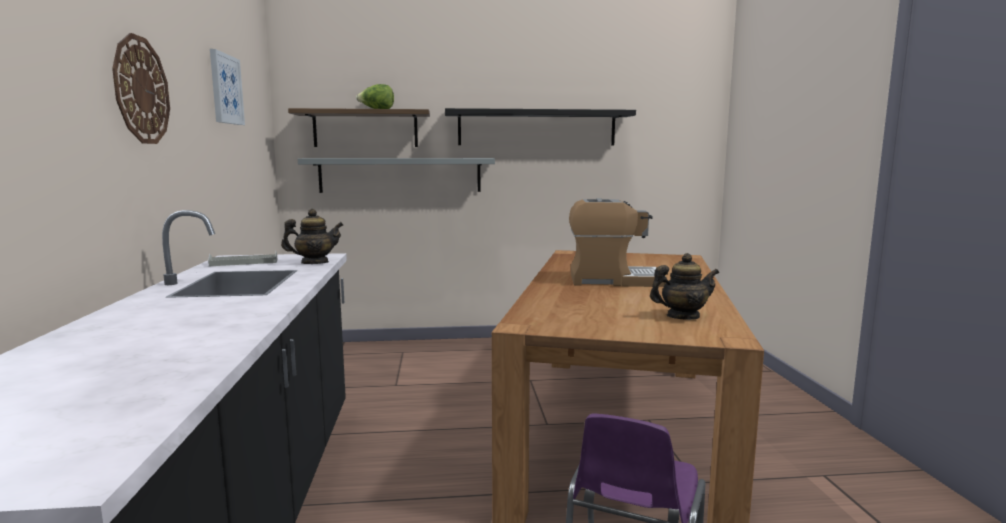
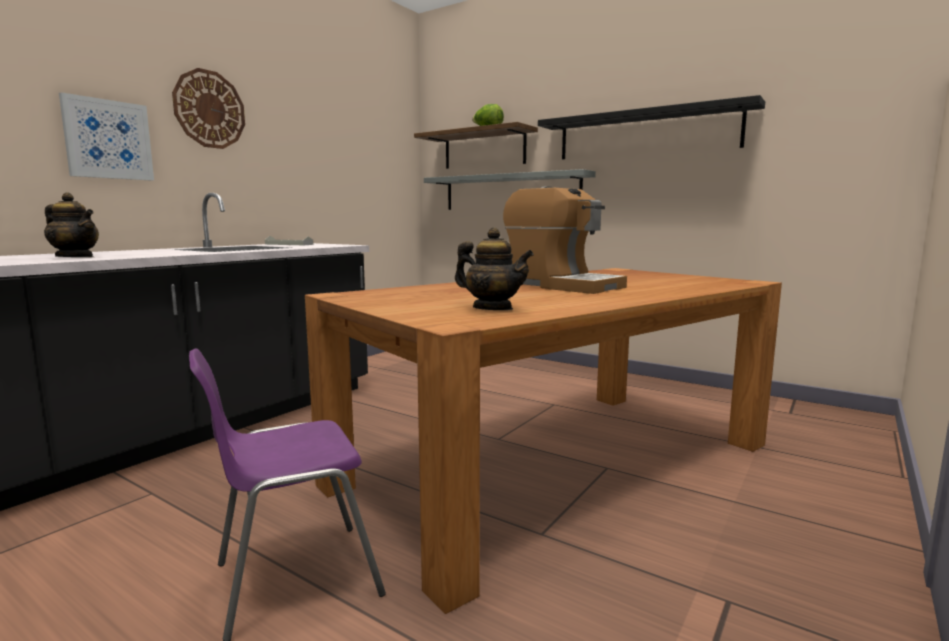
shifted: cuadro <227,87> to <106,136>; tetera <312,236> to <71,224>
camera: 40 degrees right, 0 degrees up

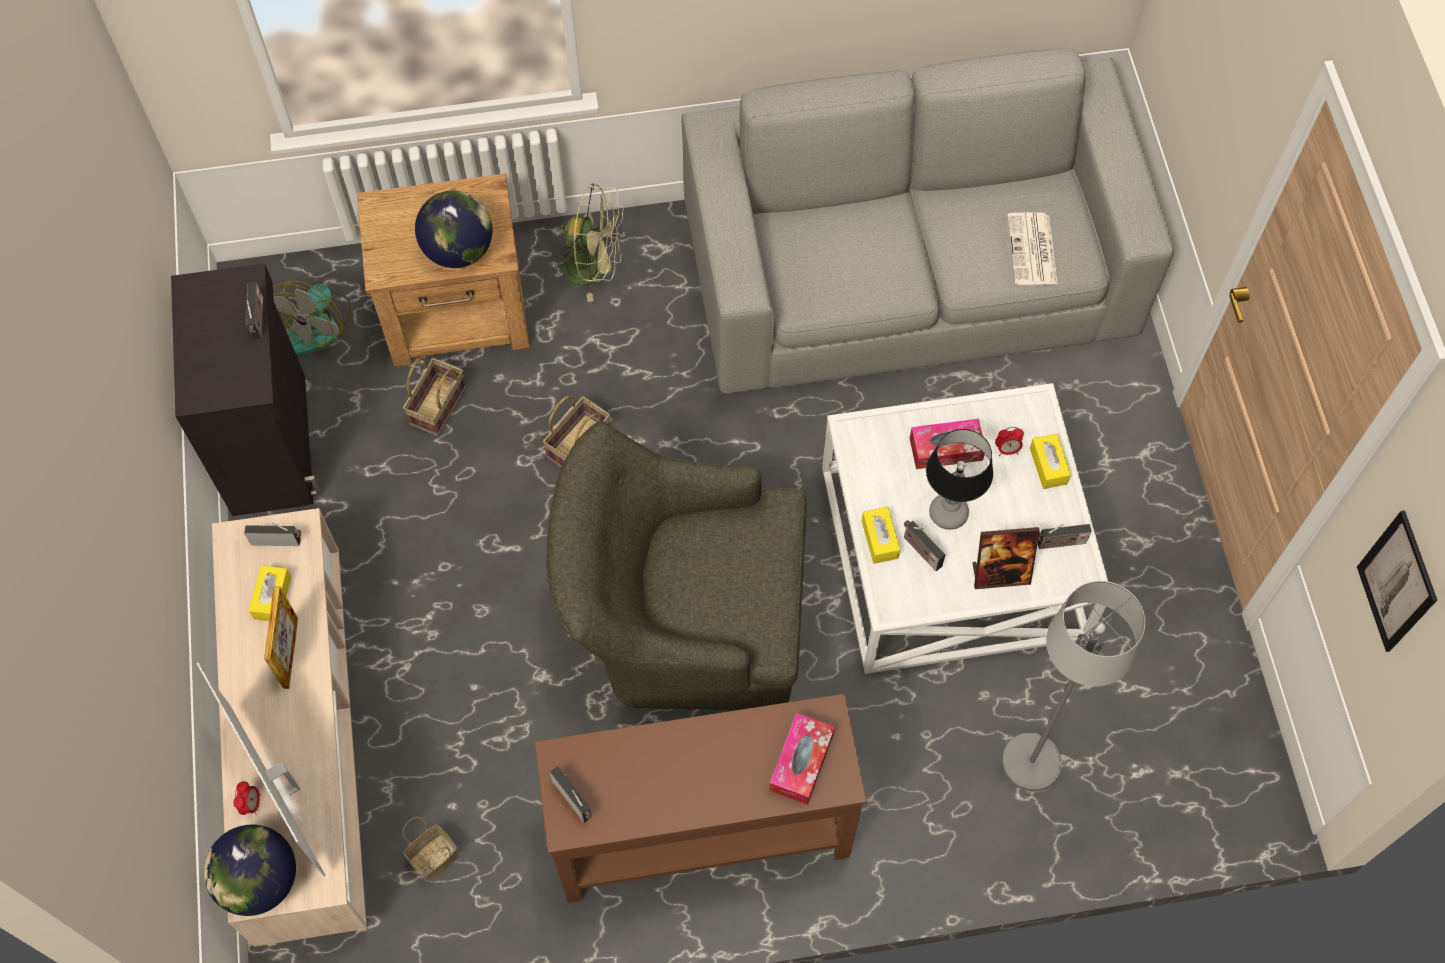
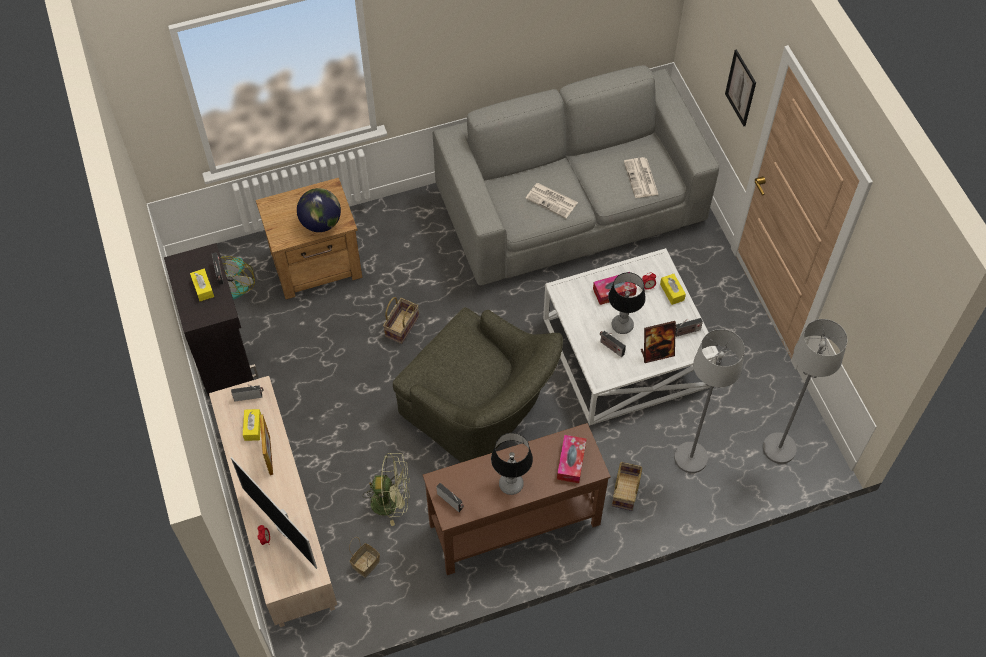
gone: globo terráqueo <250,870>
new: lámpara de mesa <512,464>; periódico <551,200>; lámpara de pie [gris] <805,391>
shifted: cesta <434,397> to <627,486>; ventilador [verde] <589,243> to <386,489>; caja de pañuelos [amarillo] <881,535> to <202,285>; cuadro <1397,581> to <740,87>
rotated: sillón [verde] <676,566> = <478,384> 135 degrees counterclockwise
camera: 10 degrees left, 5 degrees down

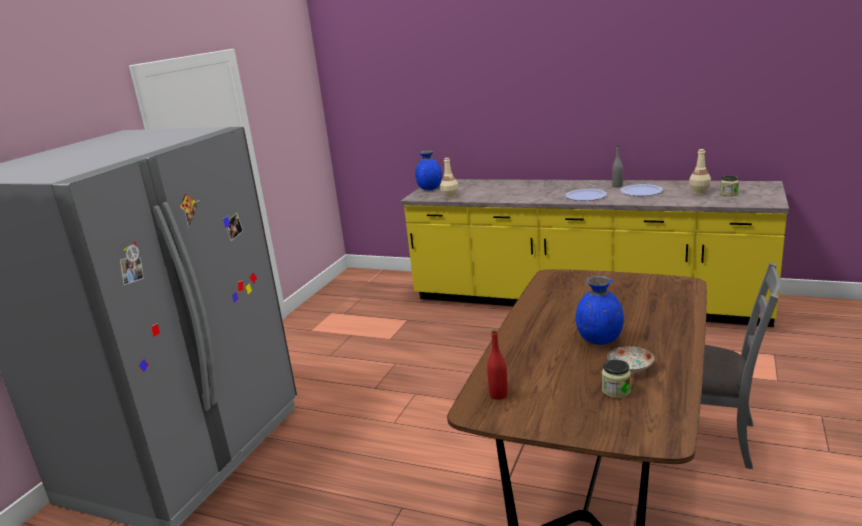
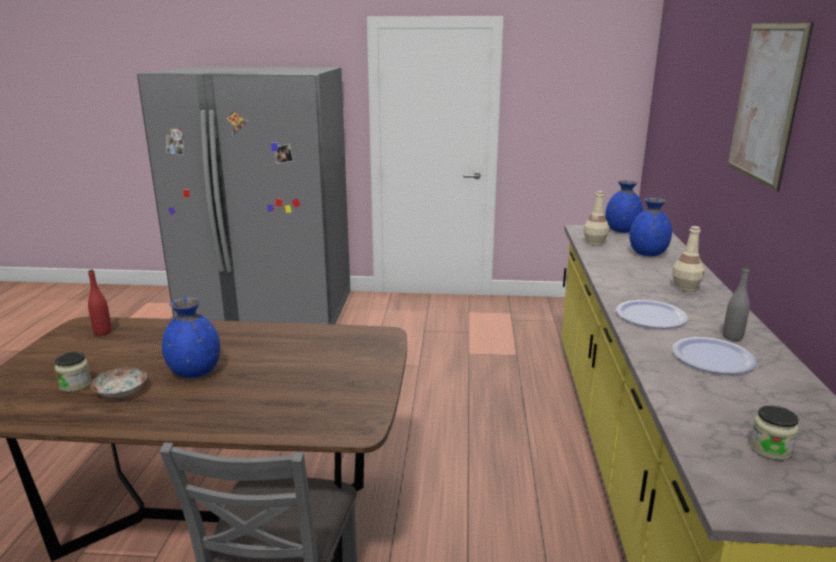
new: florero [azul] <651,227>; cuadro <771,107>
shifted: botella [beis] <700,171> to <688,258>
camera: 70 degrees right, 0 degrees up

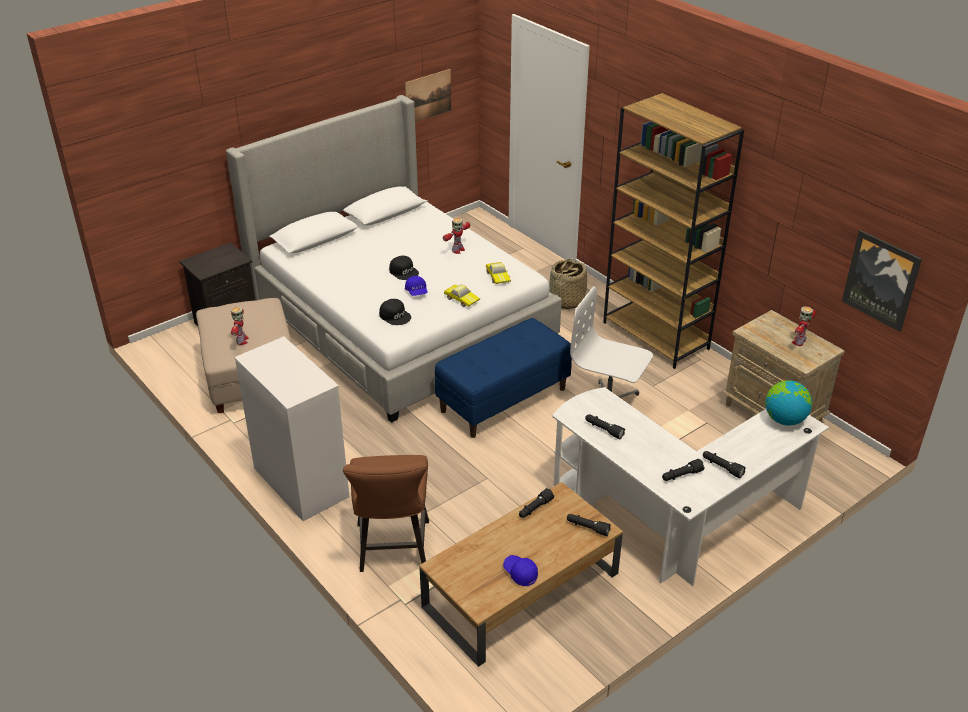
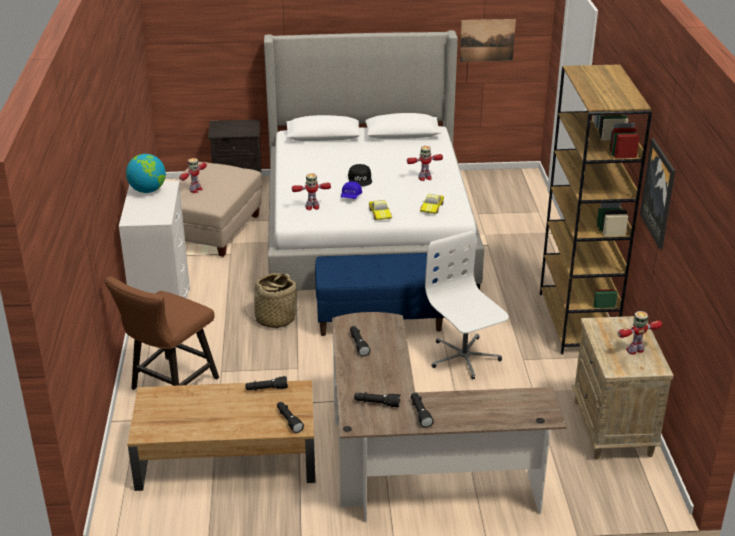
gone: gorra [azul] <520,570>
shifted: cesta <568,283> to <272,300>; globo terráqueo <788,403> to <146,173>; cuadro <882,281> to <657,194>
swapped: gorra [negro] <395,312> to robot de juguete <311,191>
repainted: escritorio [blanco] <690,486> to escritorio [marrón] <449,417>
camera: 35 degrees right, 5 degrees down

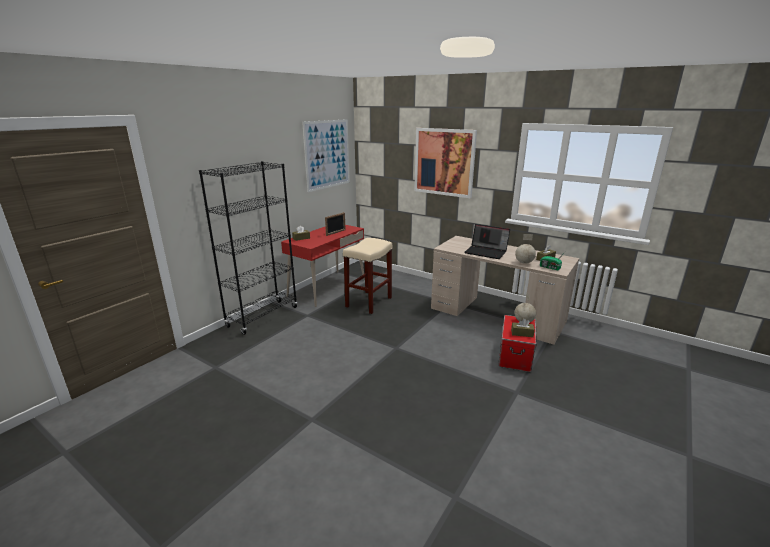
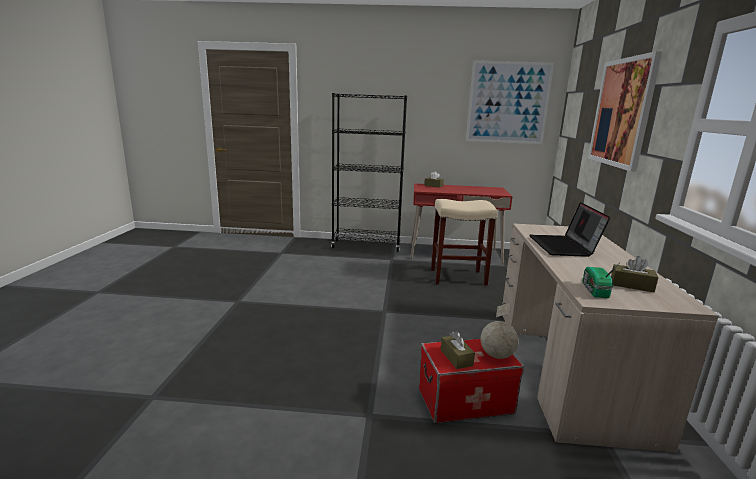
gone: portarretratos <335,224>; globo terráqueo <525,249>
camera: 60 degrees right, 5 degrees down

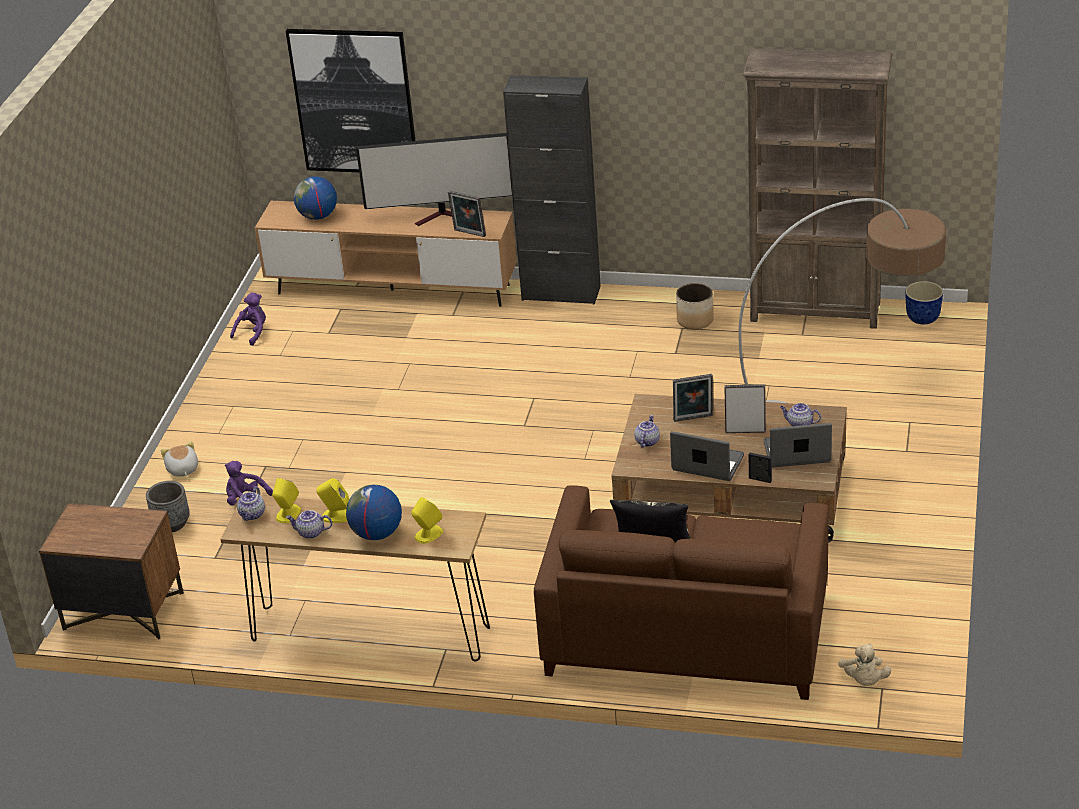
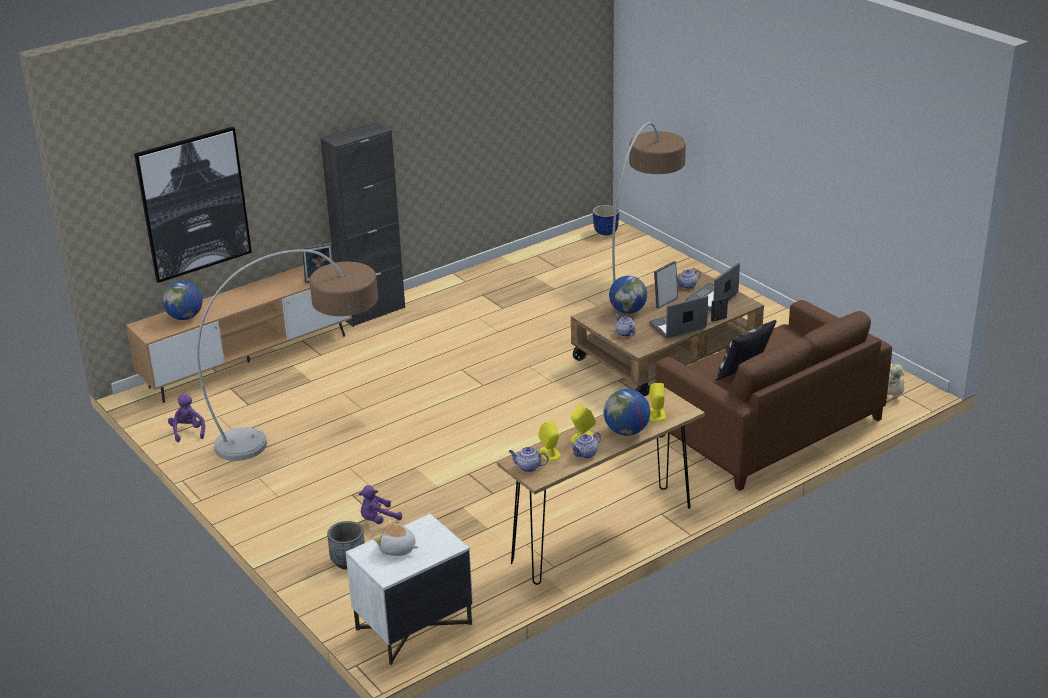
gone: televisor <434,179>; maceta <694,306>; estantería [marrón] <817,188>
new: lámpara de pie <287,355>
shifted: peluche <179,459> to <396,537>
swapped: portarretratos <693,398> to globo terráqueo <628,295>
repainted: mesita de noche [marrón] <111,571> to mesita de noche [blanco] <409,589>
rotated: tetera <251,504> = <528,459> 135 degrees clockwise
camera: 50 degrees left, 5 degrees down

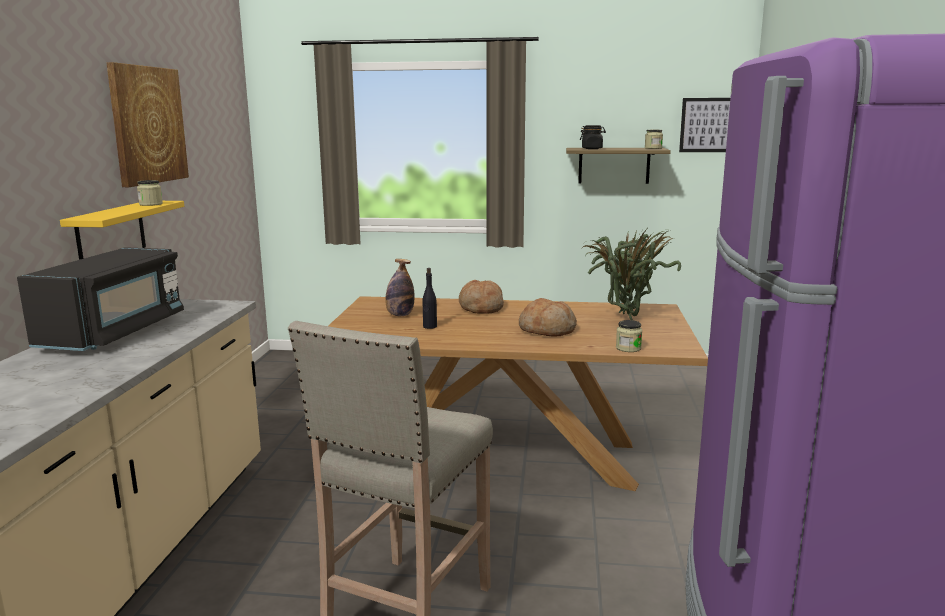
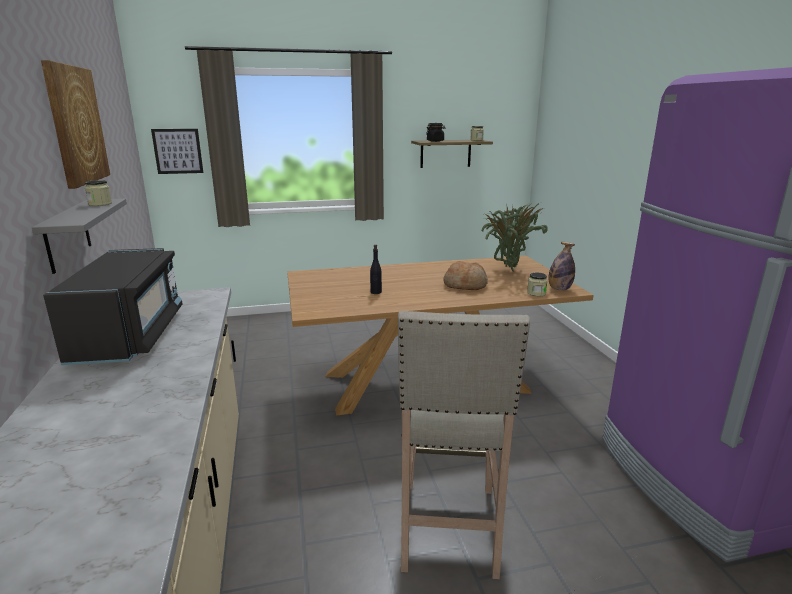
gone: pan <481,297>
shifted: botella <399,287> to <561,266>; cuadro <704,125> to <177,151>
repainted: estante [amarillo] <122,230> to estante [gris] <79,236>
camera: 20 degrees left, 5 degrees up

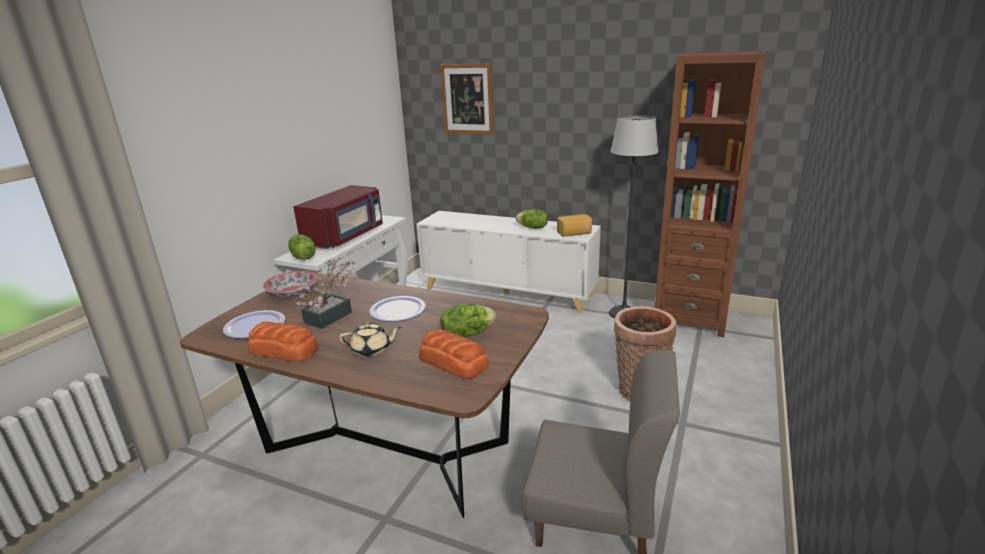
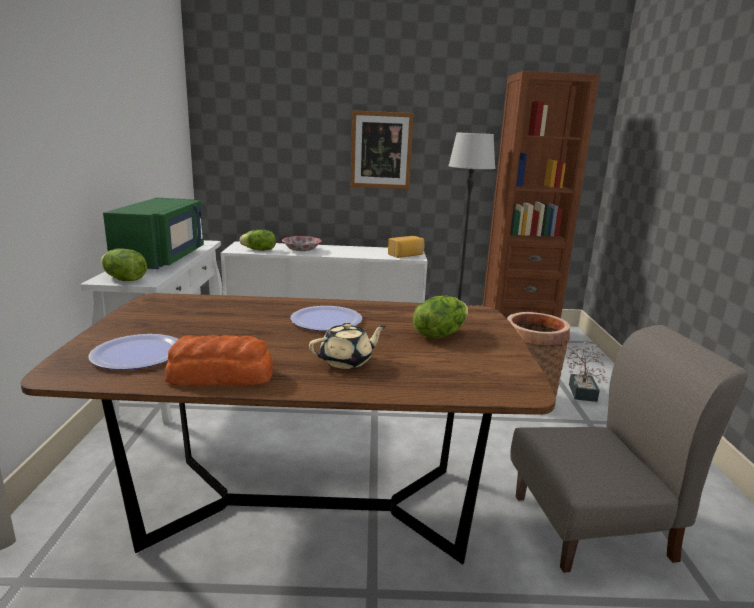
gone: pan <454,354>
shifted: cuenco <290,284> to <302,243>; planta en maceta <327,292> to <587,372>; cuadro <467,99> to <382,149>; lechuga <532,219> to <258,240>
repainted: microondas [rojo] <338,217> to microondas [verde] <153,233>
camera: 25 degrees left, 5 degrees down

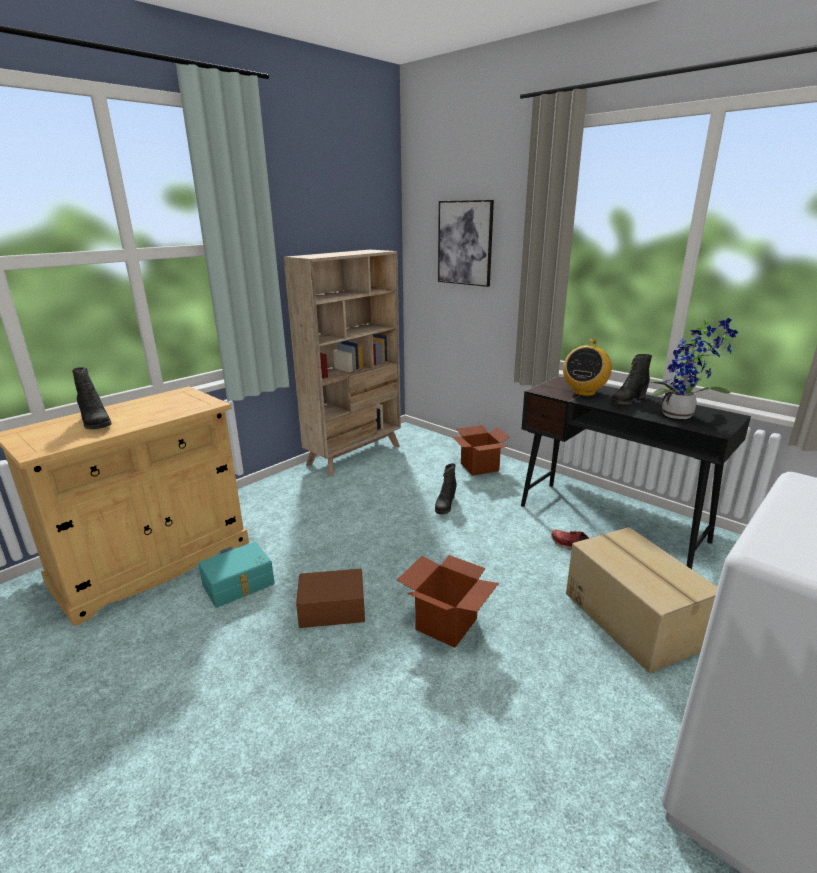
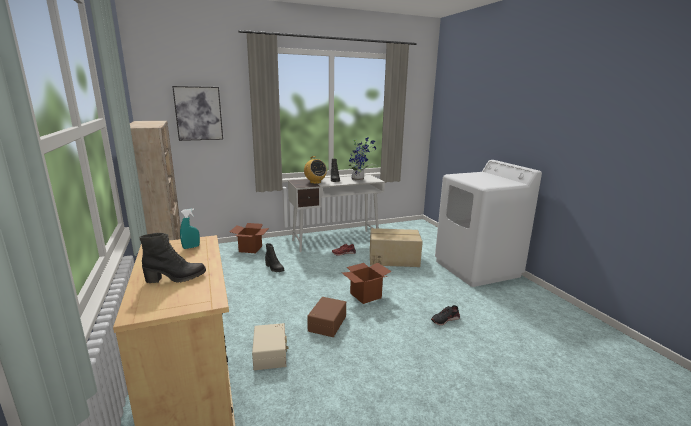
new: pulverizador [turquesa] <190,228>; zapato [negro] <445,315>
repainted: caja de almacenaje [turquesa] <236,575> to caja de almacenaje [beis] <270,346>; escritorio [negro] <636,472> to escritorio [blanco] <336,213>
camera: 65 degrees left, 5 degrees down

